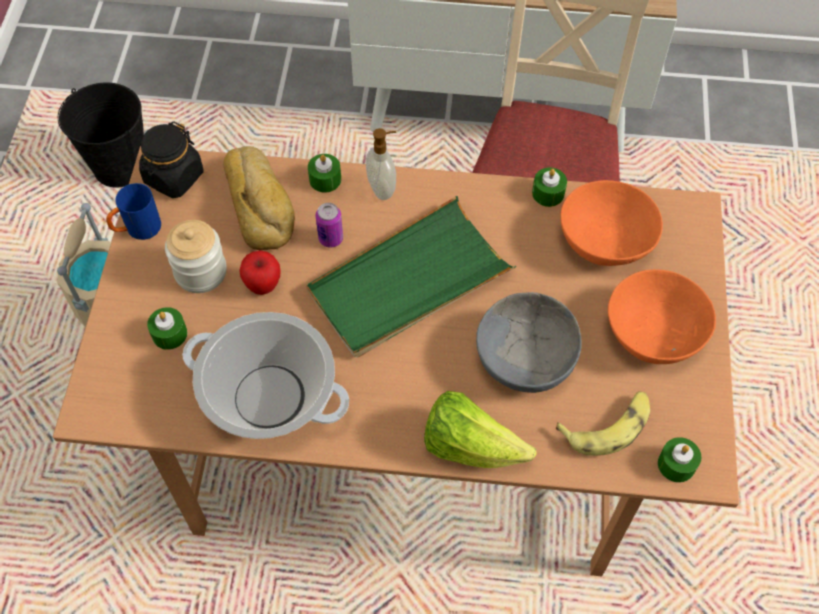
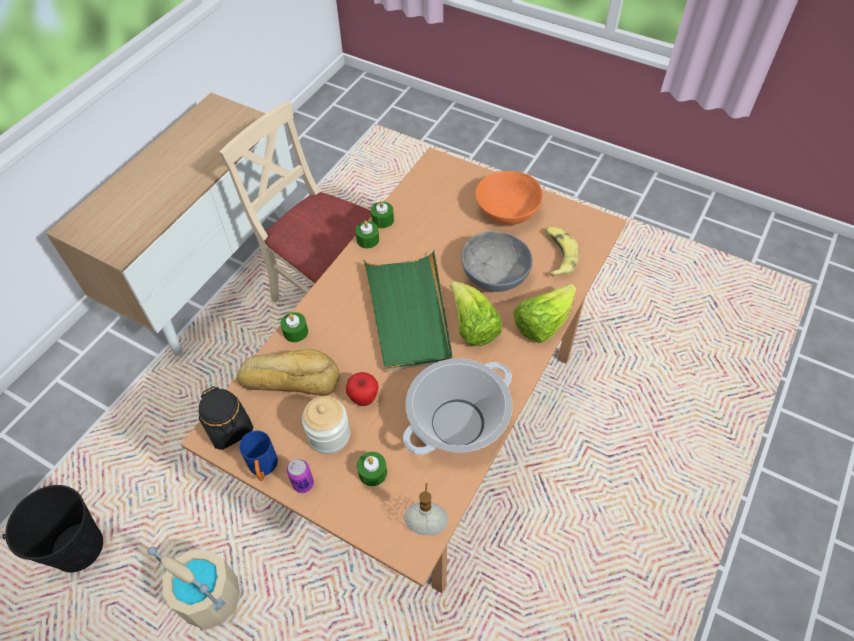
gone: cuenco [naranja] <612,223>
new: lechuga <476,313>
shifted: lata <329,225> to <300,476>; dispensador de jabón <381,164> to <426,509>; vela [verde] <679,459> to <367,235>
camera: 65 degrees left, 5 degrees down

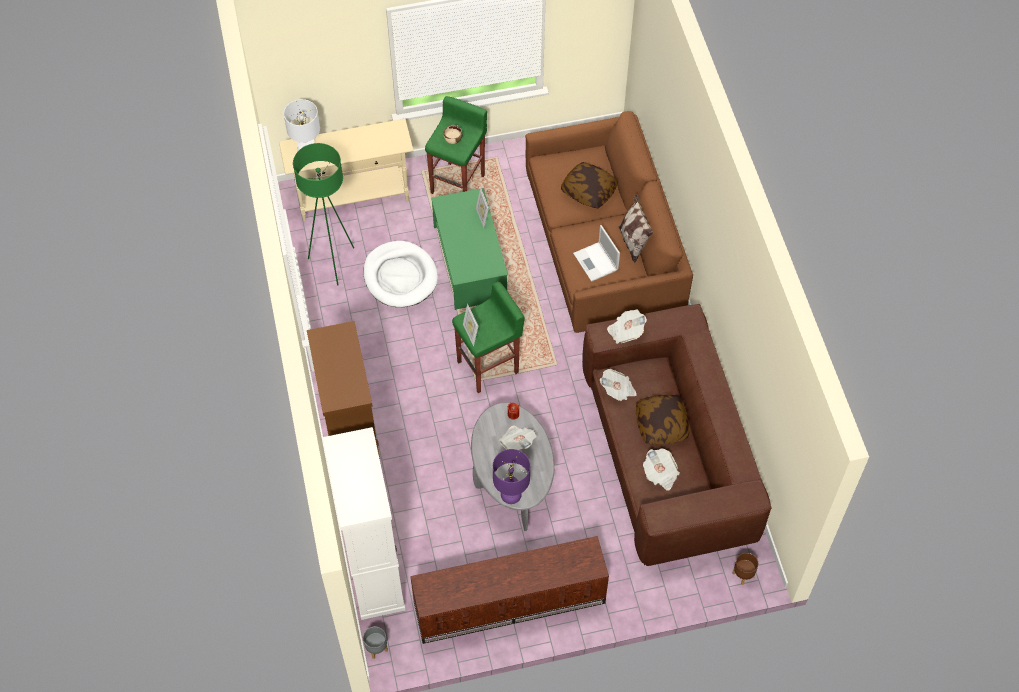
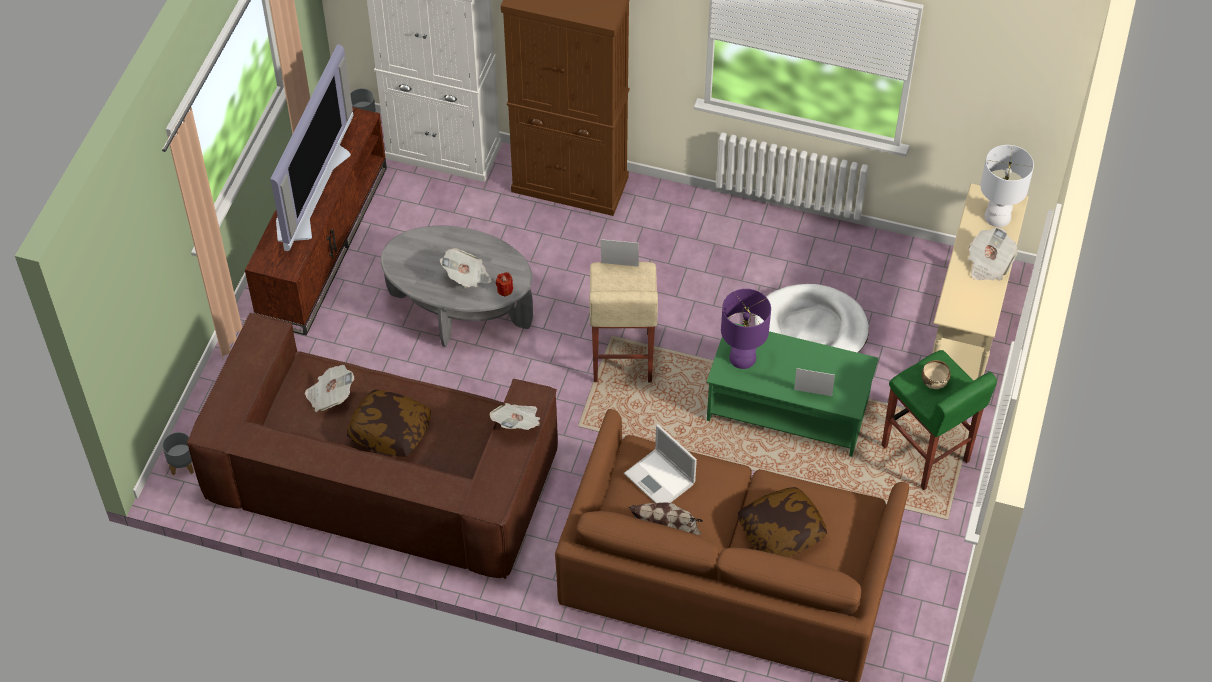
gone: lámpara de pie [verde] <323,214>
new: televisor <311,147>
shifted: lámpara de mesa [morado] <511,476> to <746,329>; periódico <618,385> to <993,254>
repainted: taburete [verde] <488,337> to taburete [beis] <624,322>; maceta [marrón] <745,569> to maceta [gris] <178,453>
rotated: portátil <596,253> = <660,463> 135 degrees counterclockwise
camera: 120 degrees right, 5 degrees down

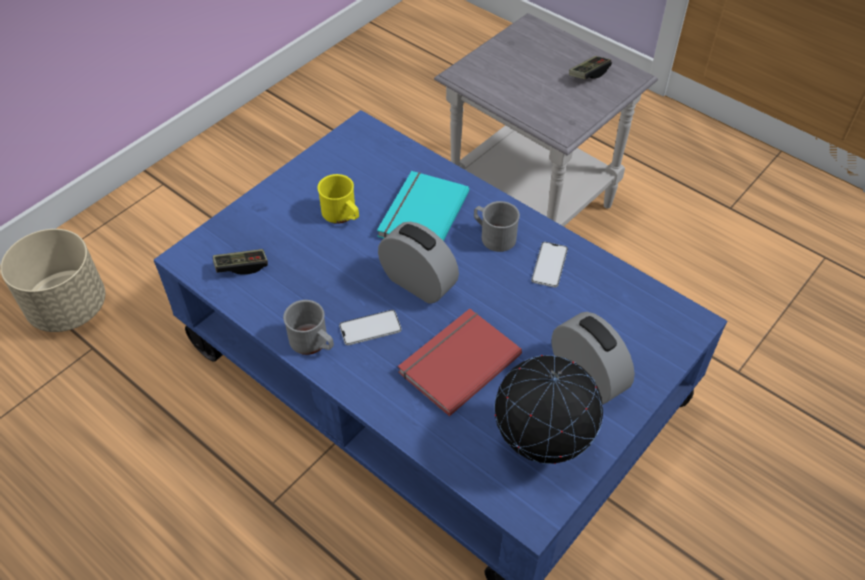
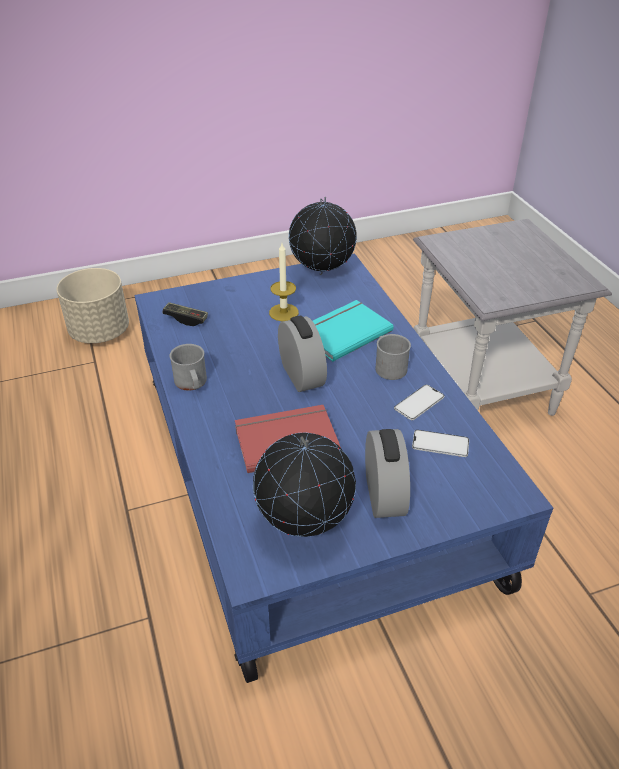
gone: mando de consola <590,67>
new: globo terráqueo <322,236>
shifted: móvil <370,327> to <440,443>
swapped: taza grande [amarillo] <338,199> to vela <284,282>
camera: 30 degrees right, 10 degrees down

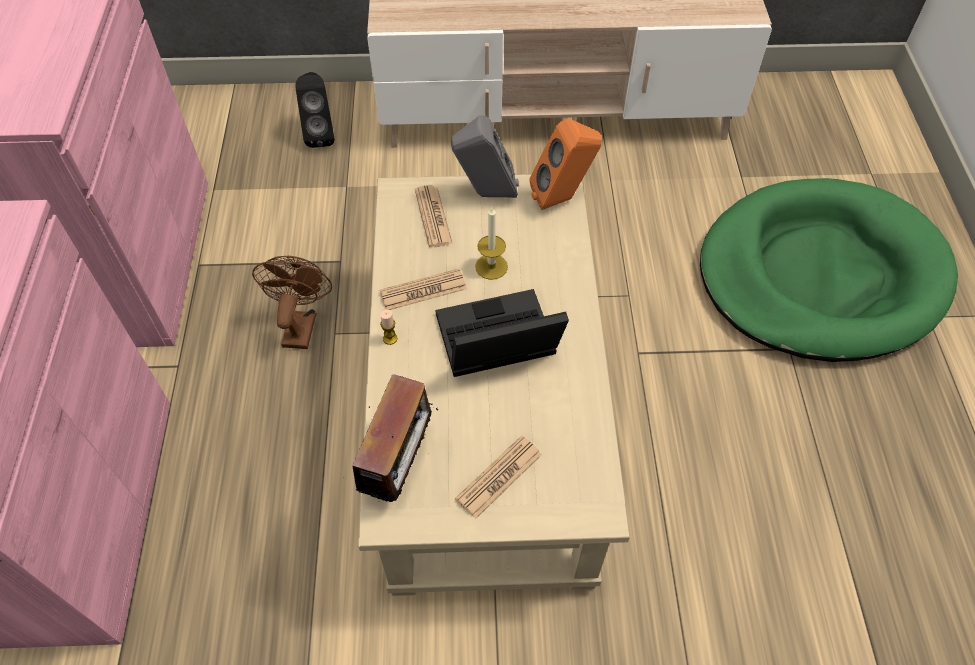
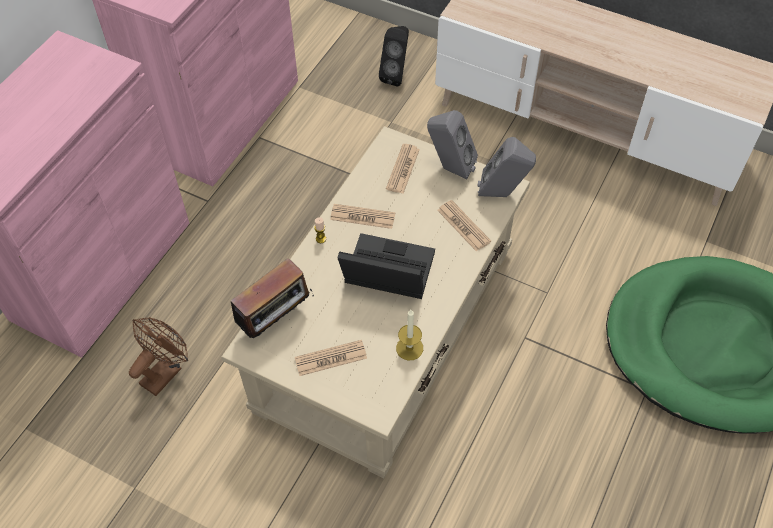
new: periódico <464,225>
shifted: ventilador [marrón] <292,302> to <158,356>; vela <491,243> to <409,335>
repainted: altavoz [naranja] <565,164> to altavoz [gris] <506,167>
camera: 30 degrees right, 0 degrees up

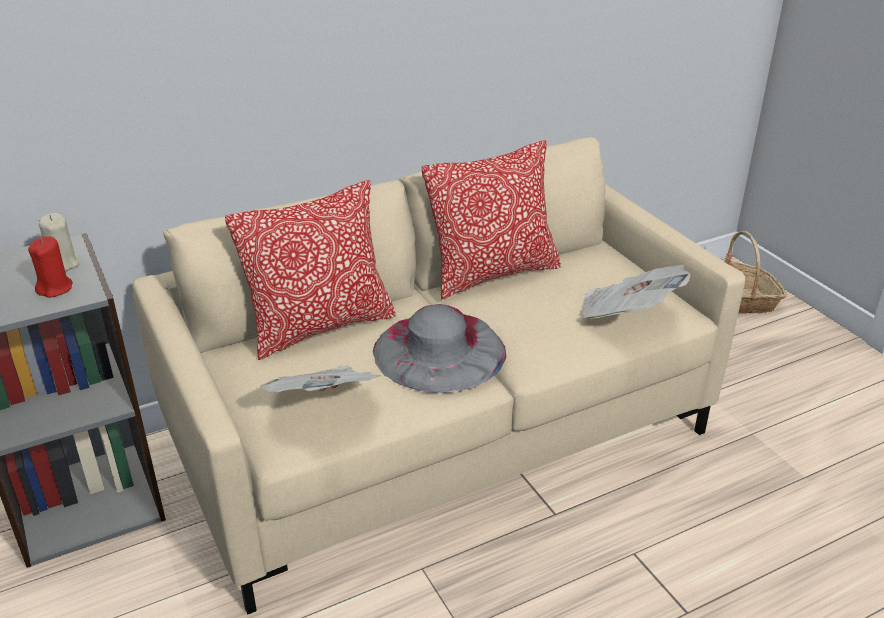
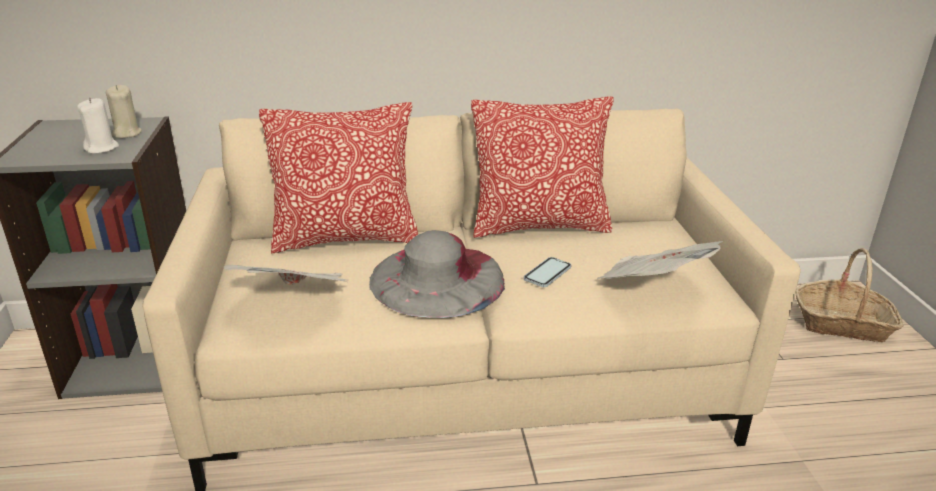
new: móvil <547,272>
repainted: vela [rojo] <50,267> to vela [blanco] <98,125>
camera: 20 degrees right, 5 degrees down

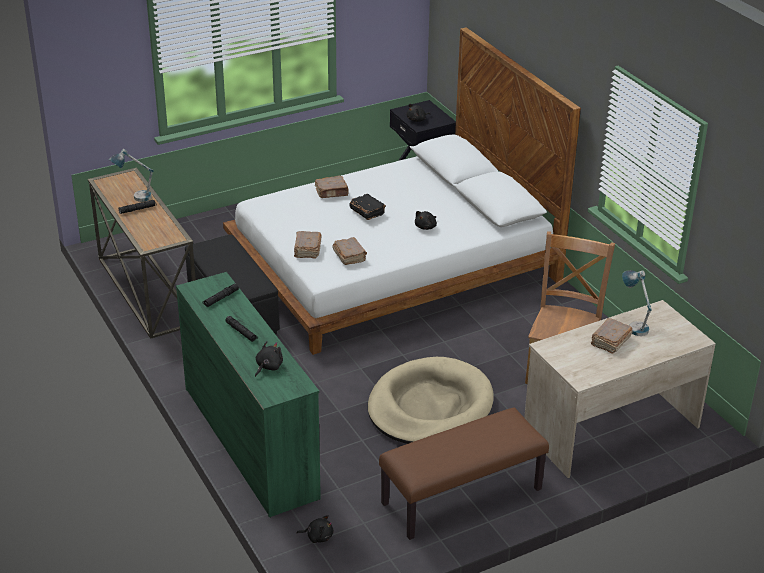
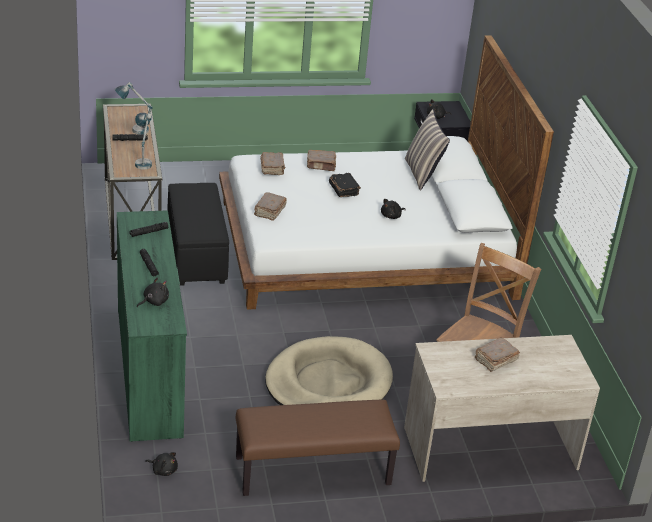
new: cojín <427,150>
shifted: libro [marrón] <349,251> to <272,163>; lámpara de mesa <637,303> to <143,141>
camera: 15 degrees right, 0 degrees up

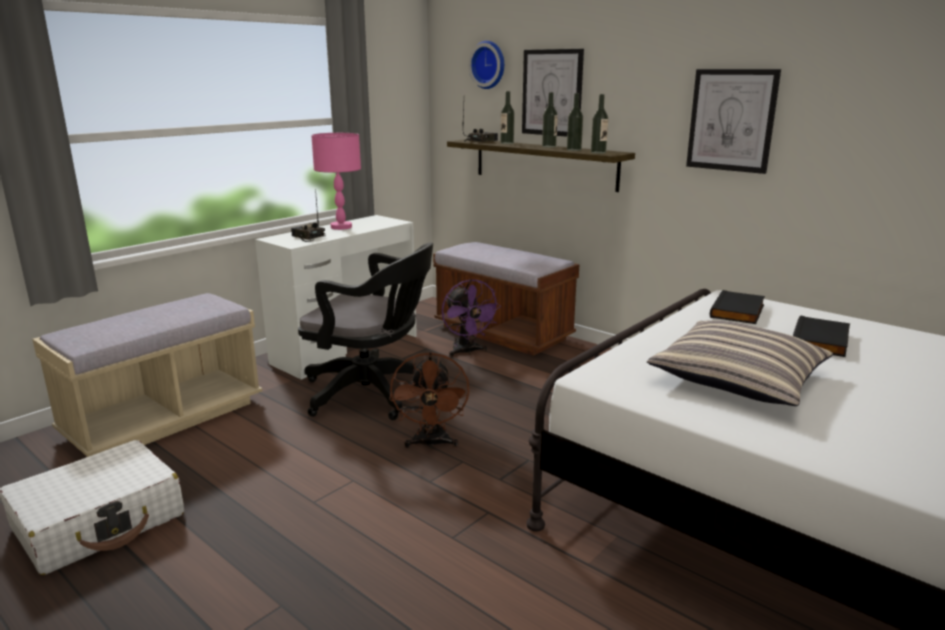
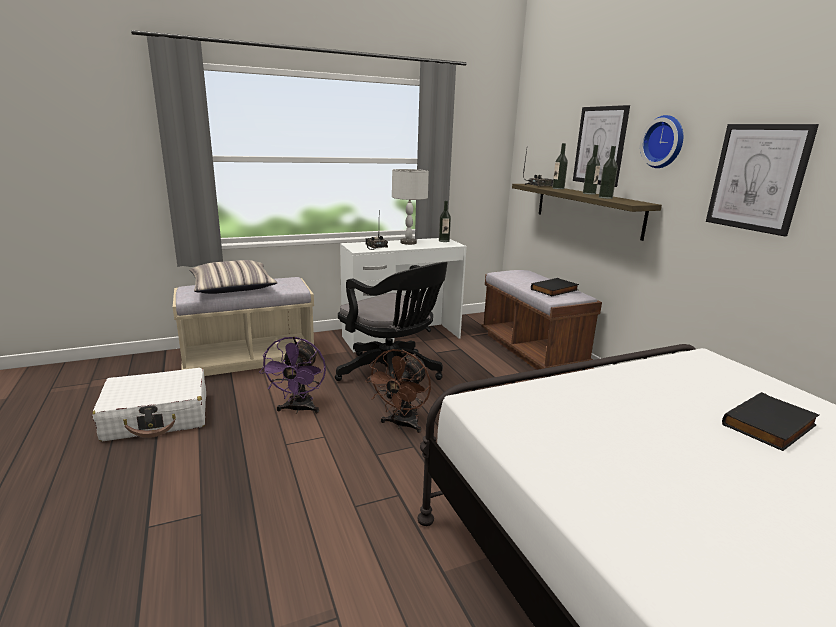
shifted: ventilador [morado] <471,318> to <292,375>; reloj de pared <486,65> to <661,141>; botella <599,124> to <445,221>; cojín <740,363> to <233,277>; libro [negro] <737,307> to <555,287>
repainted: lámpara de mesa [rosa] <336,181> to lámpara de mesa [gris] <410,207>
camera: 25 degrees right, 0 degrees up

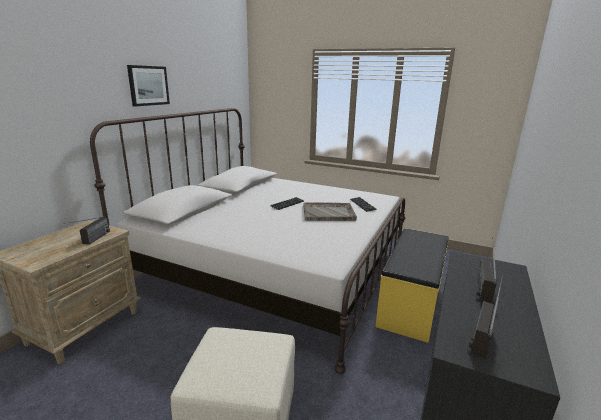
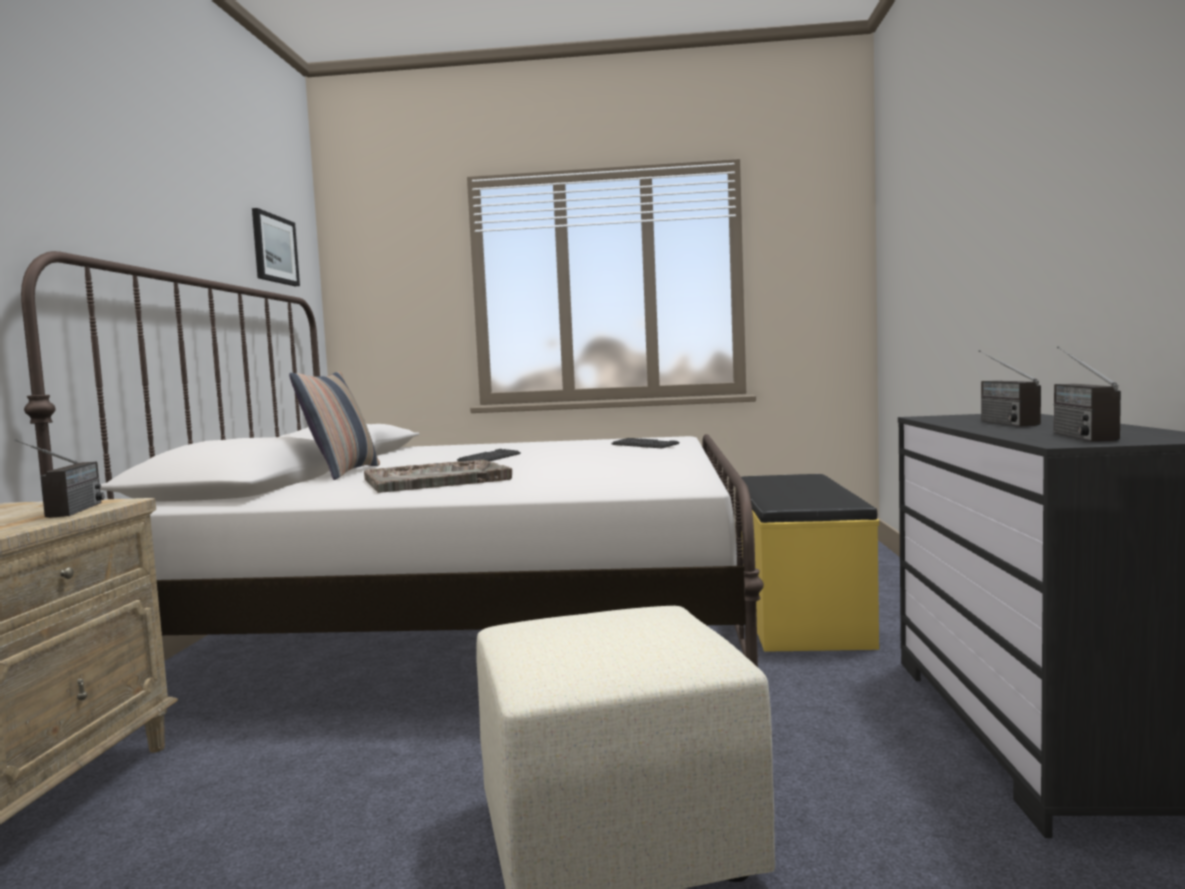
new: cojín <334,425>
shifted: cuadro <148,86> to <276,247>; bandeja [gris] <330,211> to <438,476>
camera: 20 degrees left, 15 degrees down

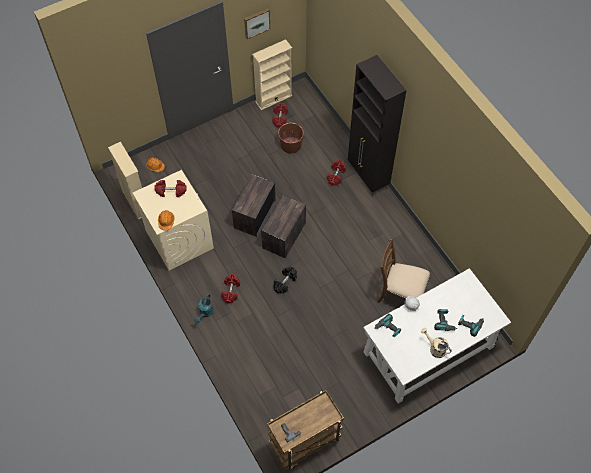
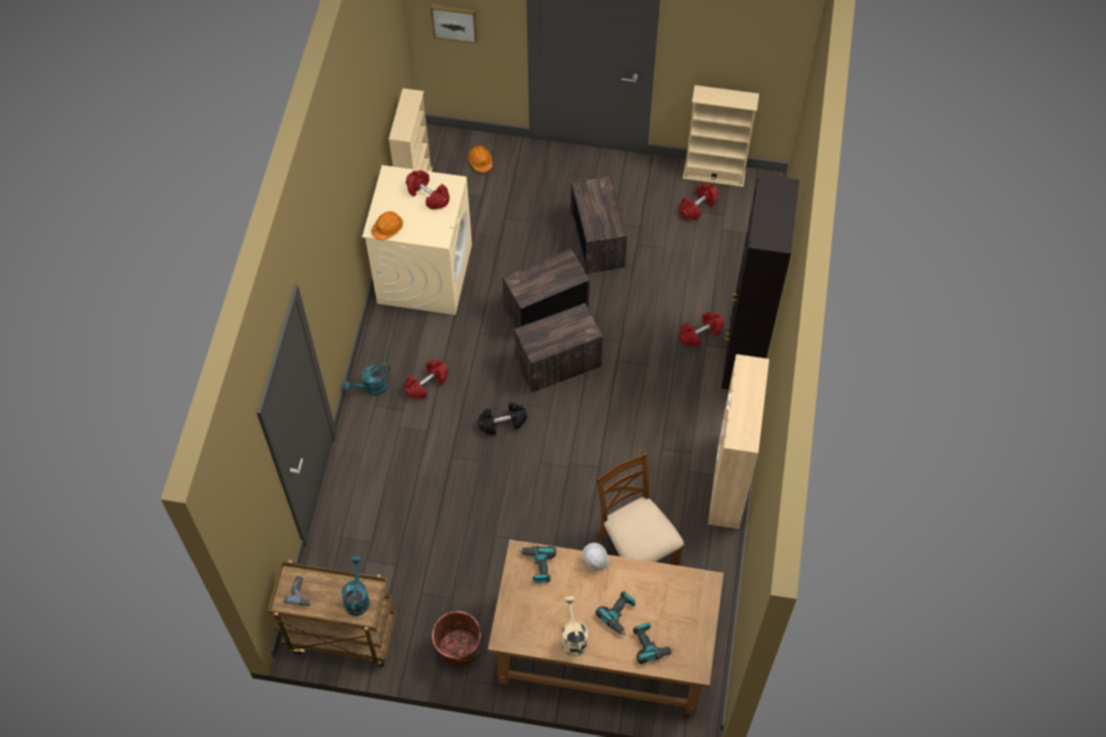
new: regadera [turquesa] <355,586>; caja de embalaje <599,225>; armario [beis] <738,441>
shifted: cuadro <257,24> to <454,24>; cubo [marrón] <291,138> to <457,638>
repainted: escritorio [blanco] <437,335> to escritorio [marrón] <606,627>
camera: 40 degrees right, 0 degrees up

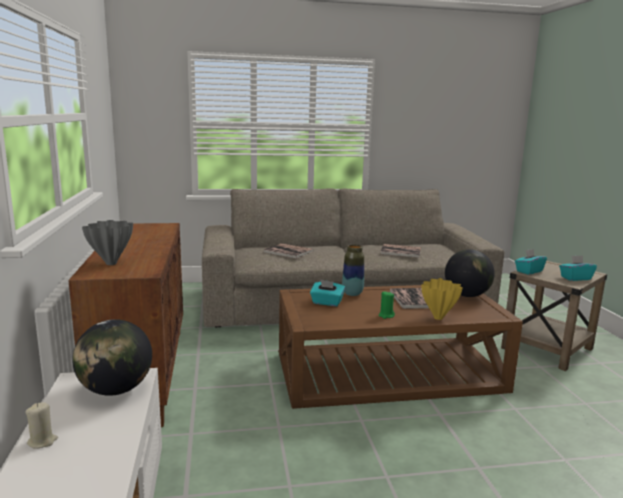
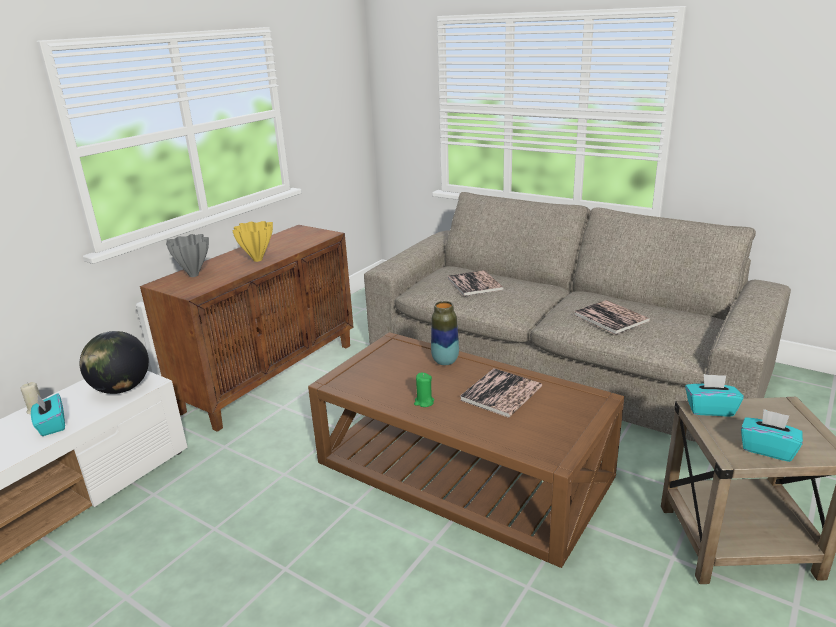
gone: globo terráqueo <470,273>
shifted: caja de pañuelos [turquesa] <327,293> to <48,414>; florero [amarillo] <442,299> to <253,241>
camera: 45 degrees right, 10 degrees up

